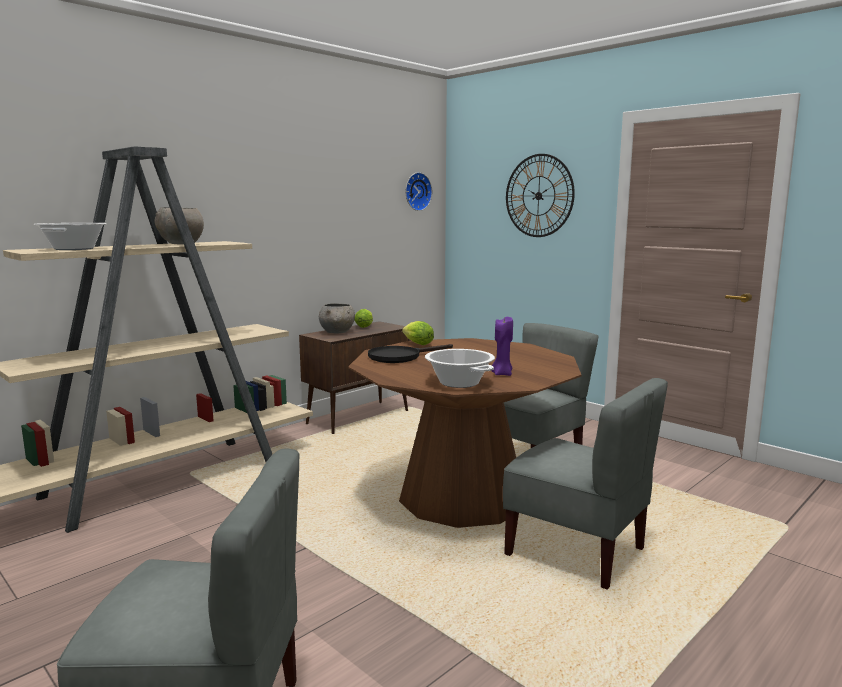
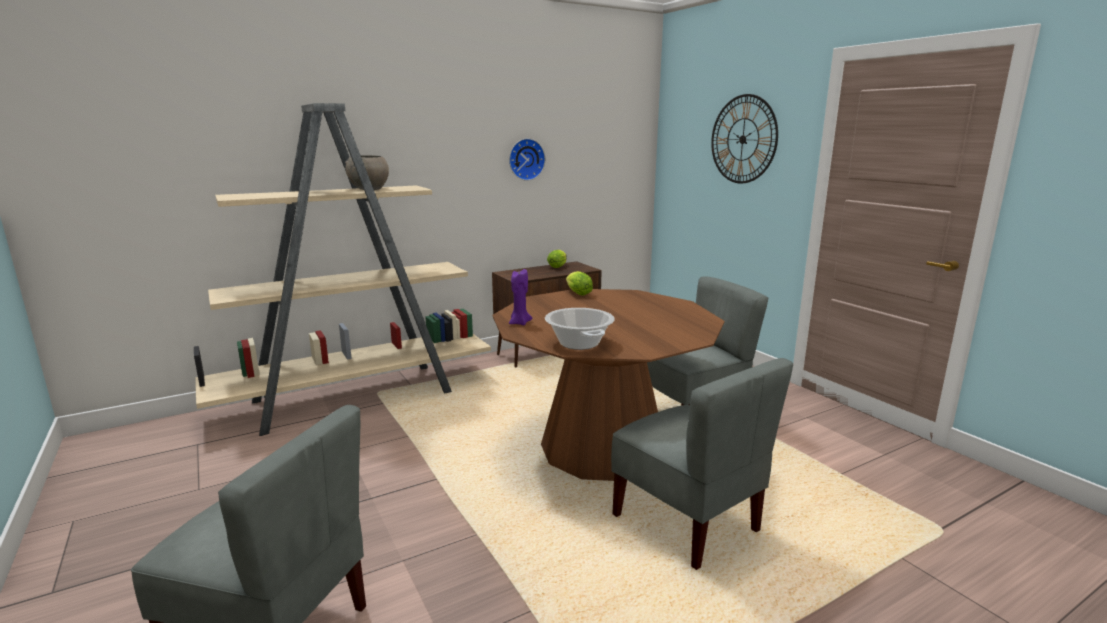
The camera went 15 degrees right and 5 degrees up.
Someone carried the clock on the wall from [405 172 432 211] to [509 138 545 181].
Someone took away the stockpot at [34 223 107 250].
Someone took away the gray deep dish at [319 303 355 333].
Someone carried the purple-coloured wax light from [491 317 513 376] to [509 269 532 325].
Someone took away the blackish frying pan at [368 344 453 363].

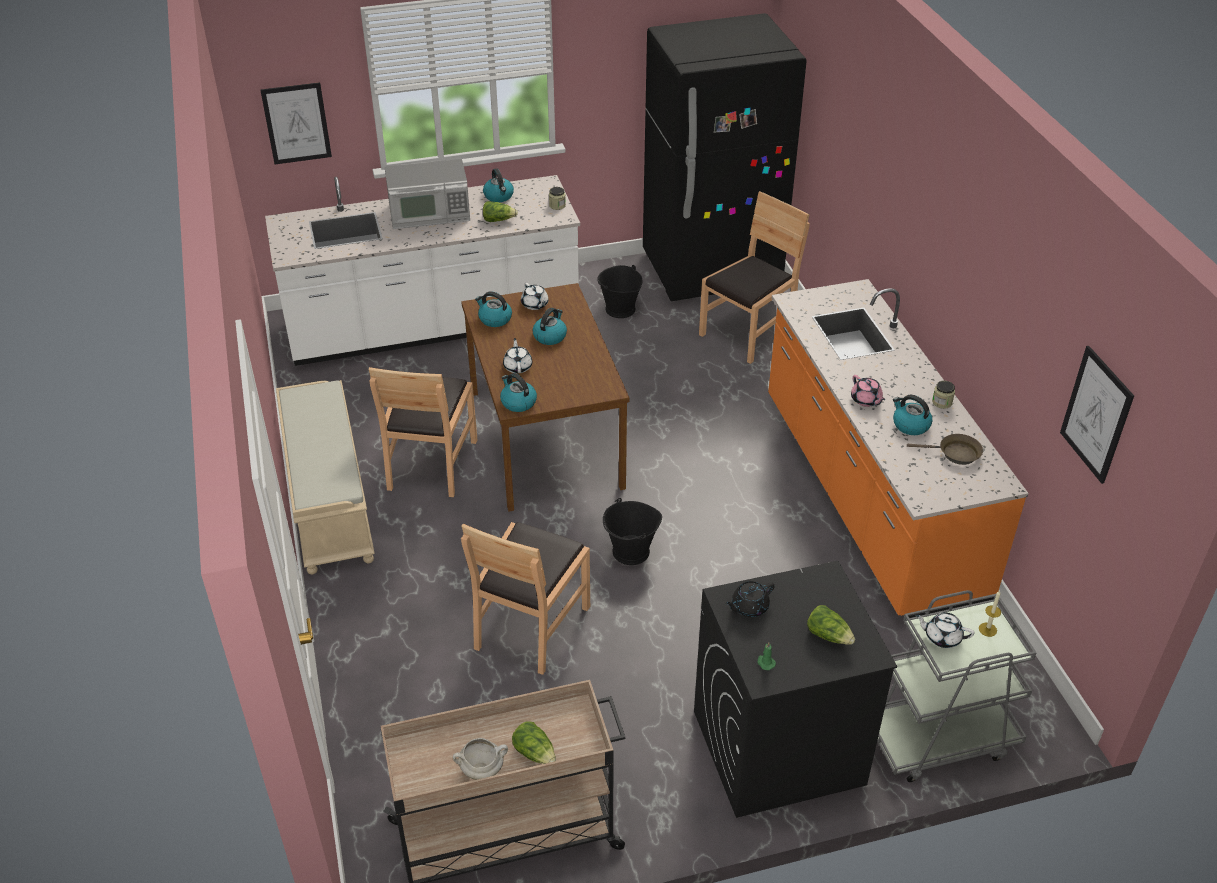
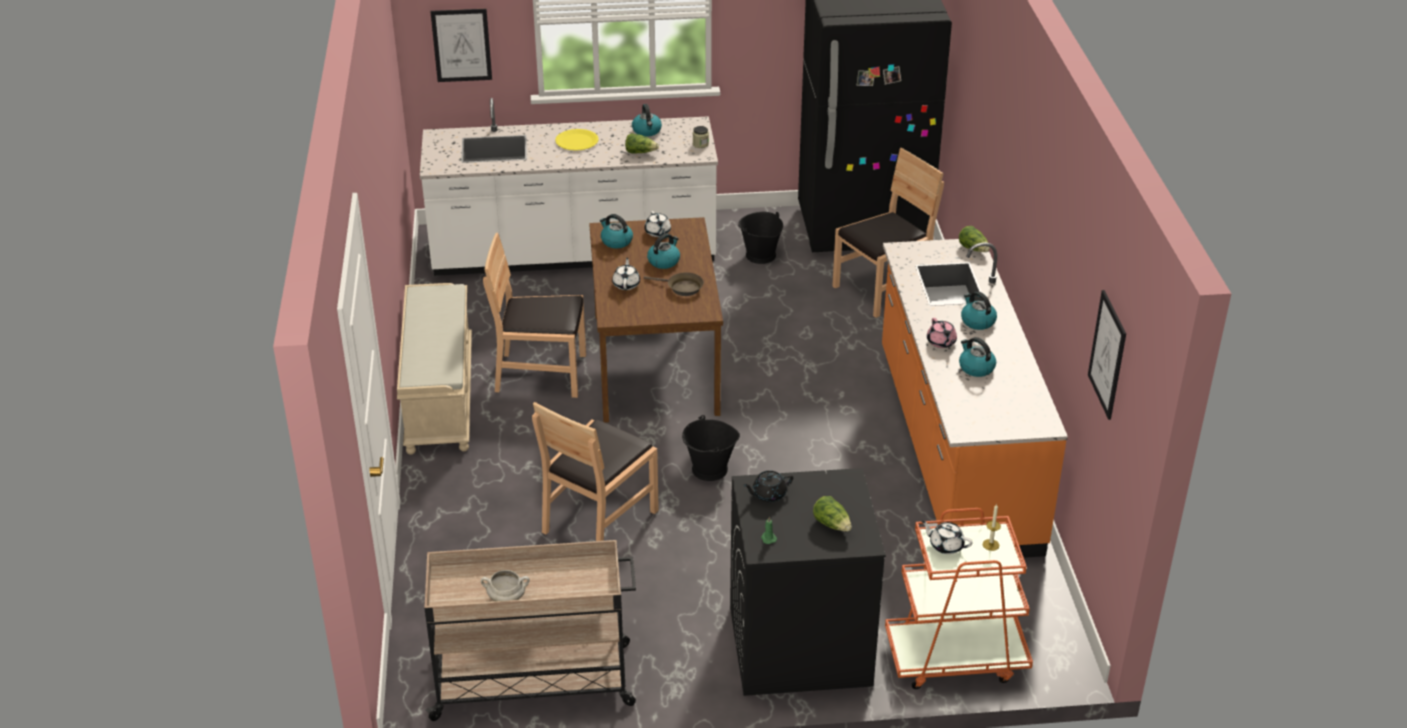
The camera went 10 degrees right and 5 degrees down.
Someone swapped the microwave at [385 159 470 229] for the yellow plate at [555 129 599 151].
Someone rotated the brown chair at [369 367 477 497] by 75 degrees clockwise.
Someone carried the water kettle from [500 373 537 412] to [961 291 997 330].
Someone took away the jar at [932 381 955 409].
Someone carried the brown frying pan from [907 434 983 465] to [644 272 704 296].
Someone repainted the gray cart at [877 590 1036 782], which became the orangey cart at [885 508 1033 689].
Someone carried the head of lettuce from [512 721 556 764] to [959 226 990 252].

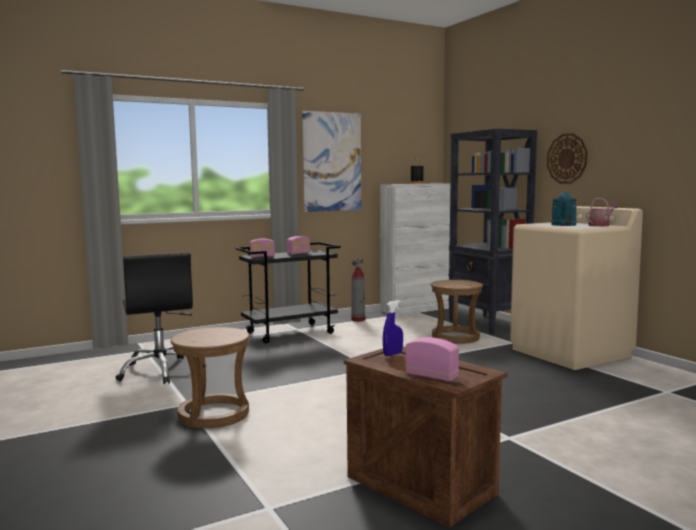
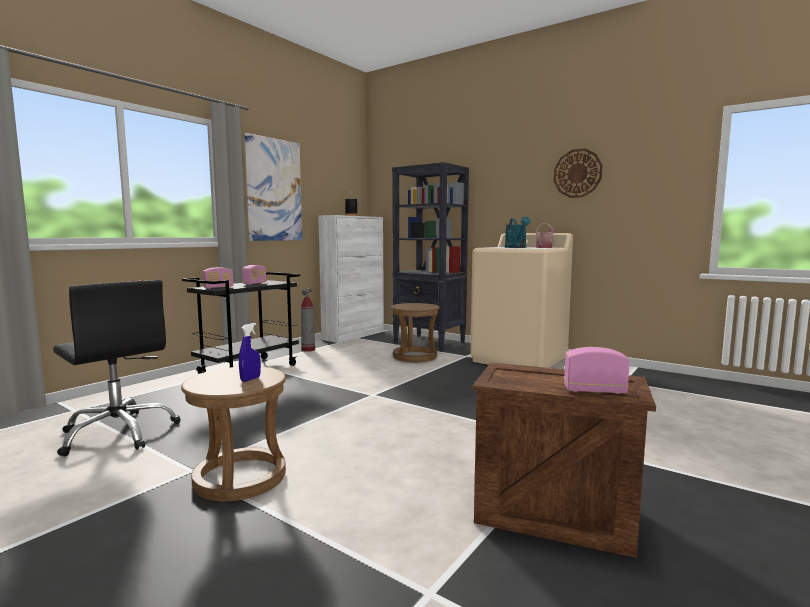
The camera went 25 degrees left and 0 degrees up.
Someone carried the clock on the wall from [547 133 588 184] to [554 148 603 198].
Someone carried the blue-coloured hand sprayer from [383 300 403 356] to [239 323 261 382].

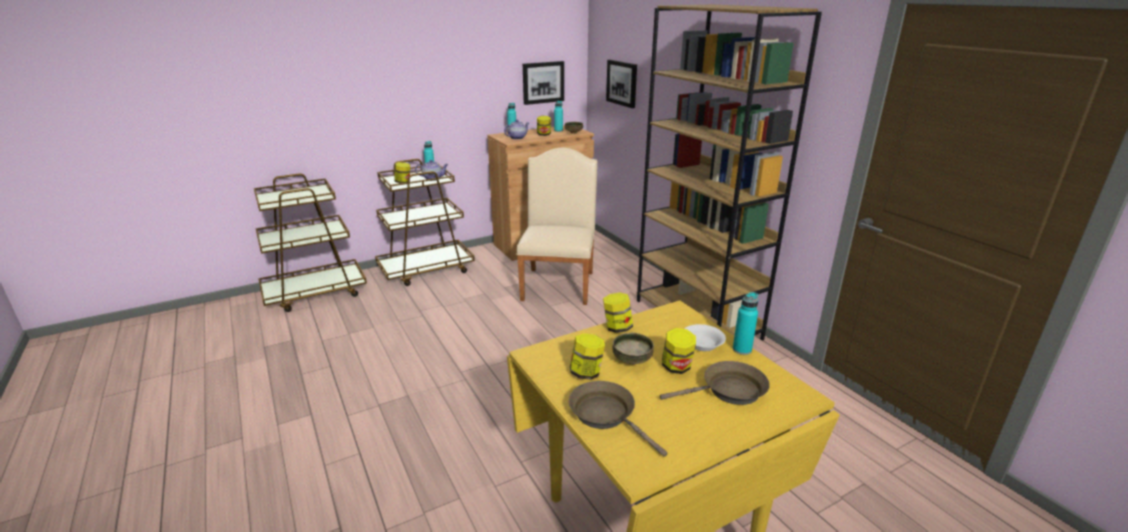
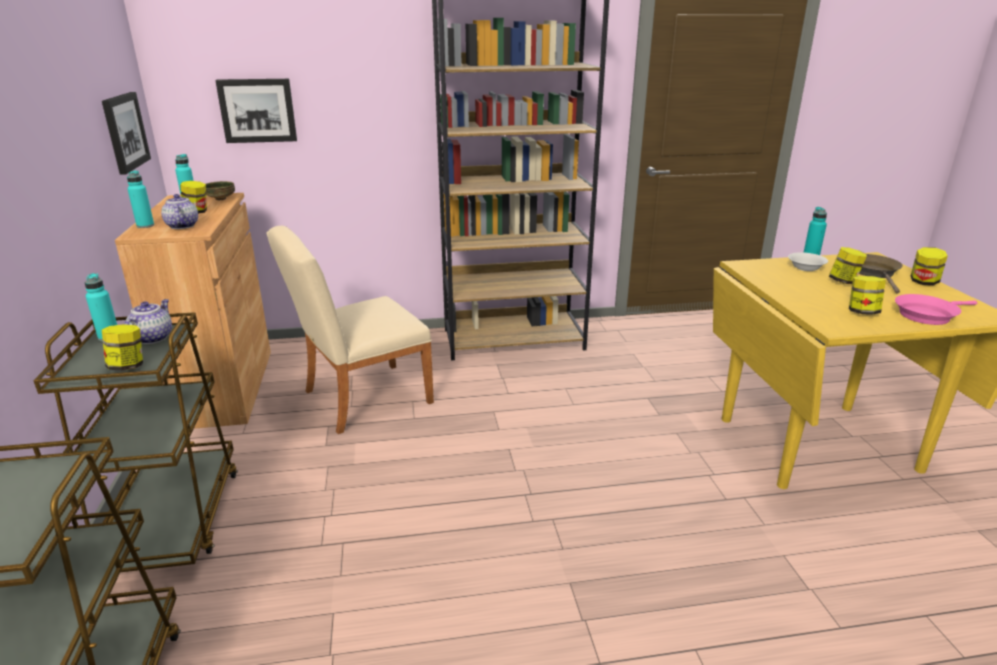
The camera went 70 degrees left and 0 degrees up.
Someone rotated the sand-coloured chair at [516 148 598 305] by 60 degrees counterclockwise.
Someone carried the jar from [603 293 633 333] to [911 247 948 285].
Someone took away the deep dish at [612 332 654 364].
Someone repainted the brown frying pan at [569 381 668 457], which became the pinkish frying pan at [895 294 977 325].

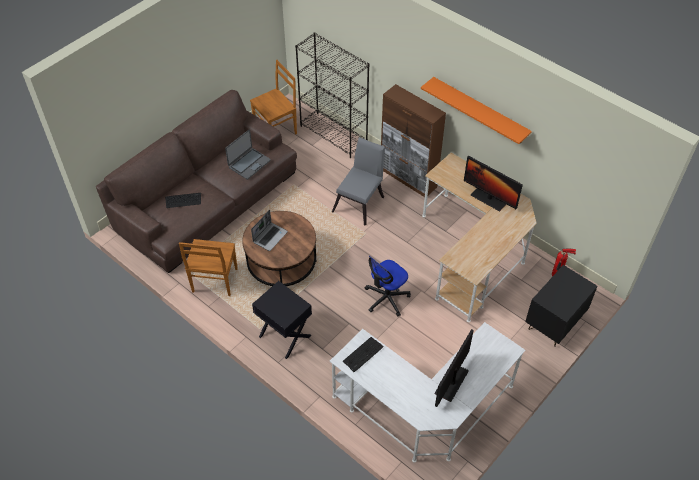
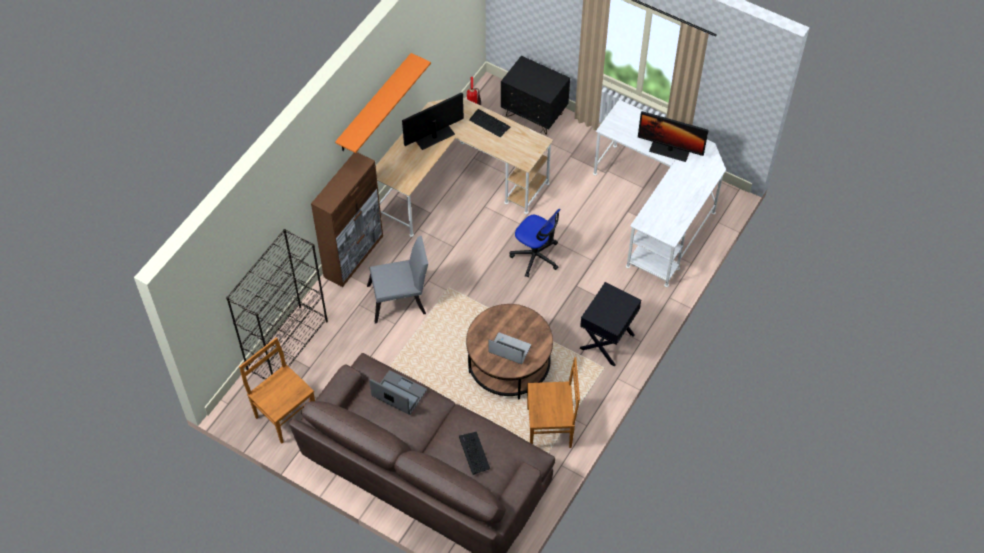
The camera went 100 degrees left and 5 degrees up.
Someone rotated the gray chair at [332 137 385 226] by 150 degrees clockwise.
Someone rotated the monitor at [464 156 523 212] by 150 degrees counterclockwise.
Someone carried the PC keyboard from [343 337 384 372] to [469 109 510 138].

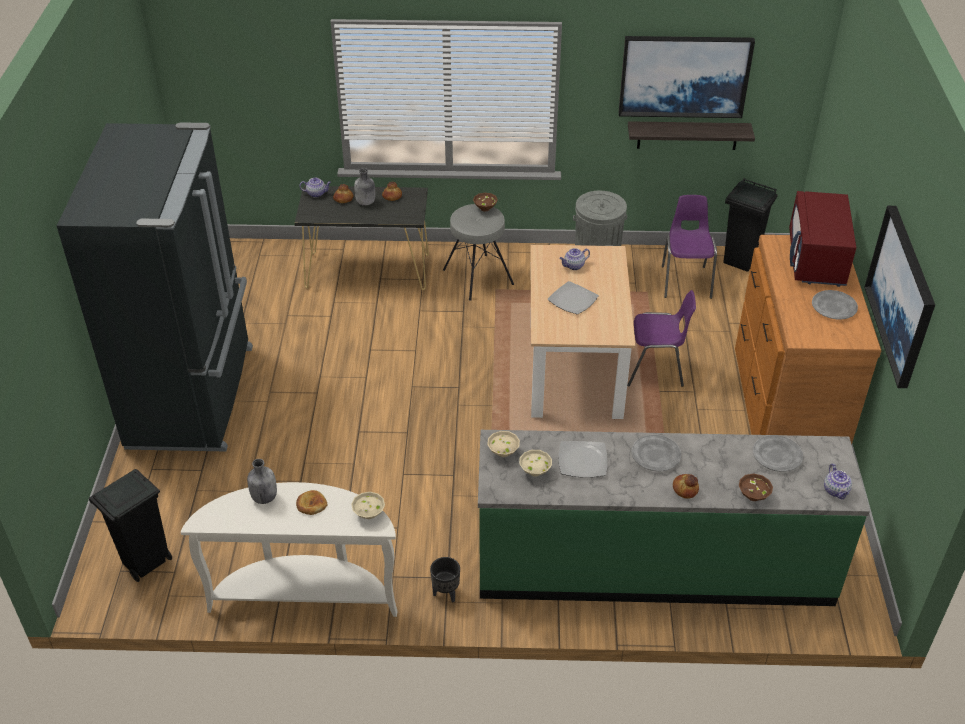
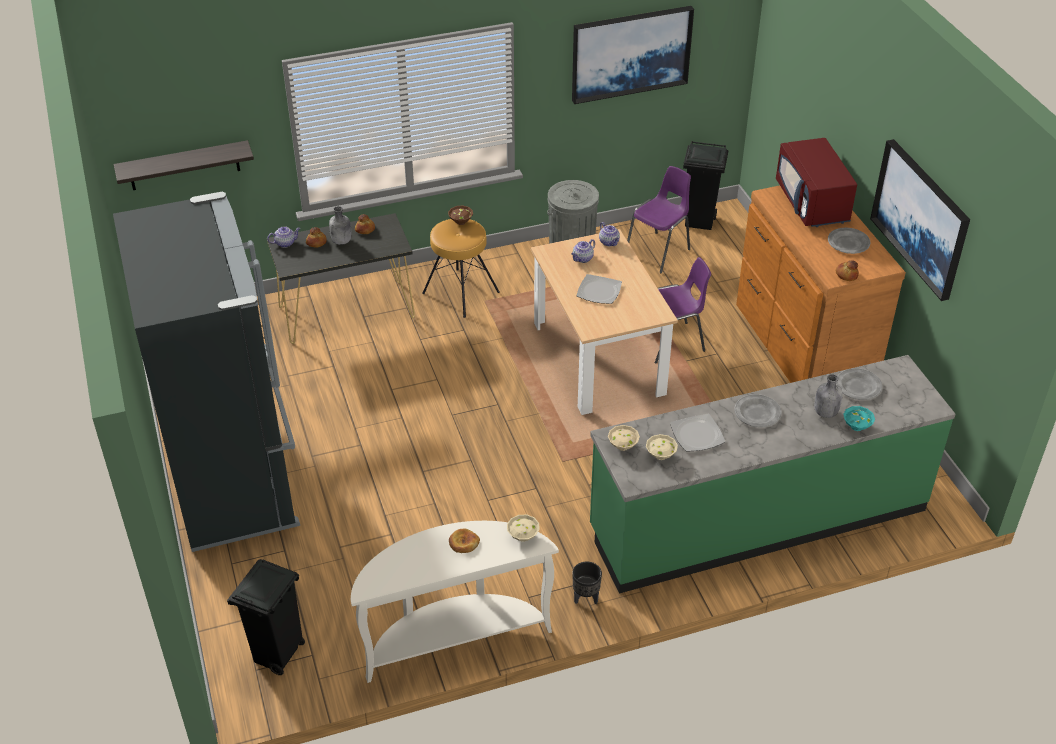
The camera went 20 degrees left and 0 degrees up.
Someone carried the wall shelf from [628 121 755 150] to [114 140 254 190].
Someone rotated the purple-coloured chair at [662 195 717 299] by 60 degrees clockwise.
Someone repainted the gray sitting stool at [443 204 514 301], which became the brown sitting stool at [422 219 500 318].
Someone carried the gray drink bottle from [247 459 277 504] to [814 374 843 418].
Someone carried the tea pot from [824 464 852 499] to [599 222 620 246].
Someone repainted the brown deep dish at [739 473 773 501], which became the turquoise-coloured deep dish at [843 406 875 431].
Someone carried the bread from [673 474 699 499] to [836 260 859 281].

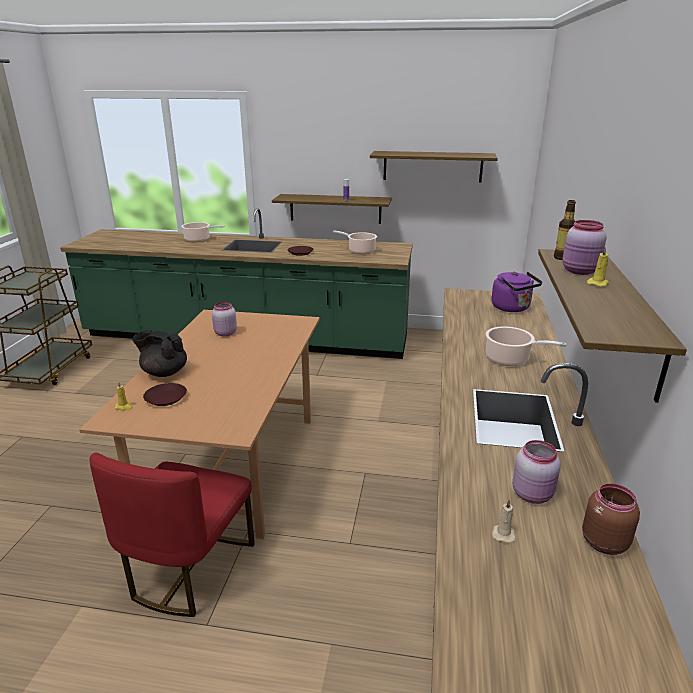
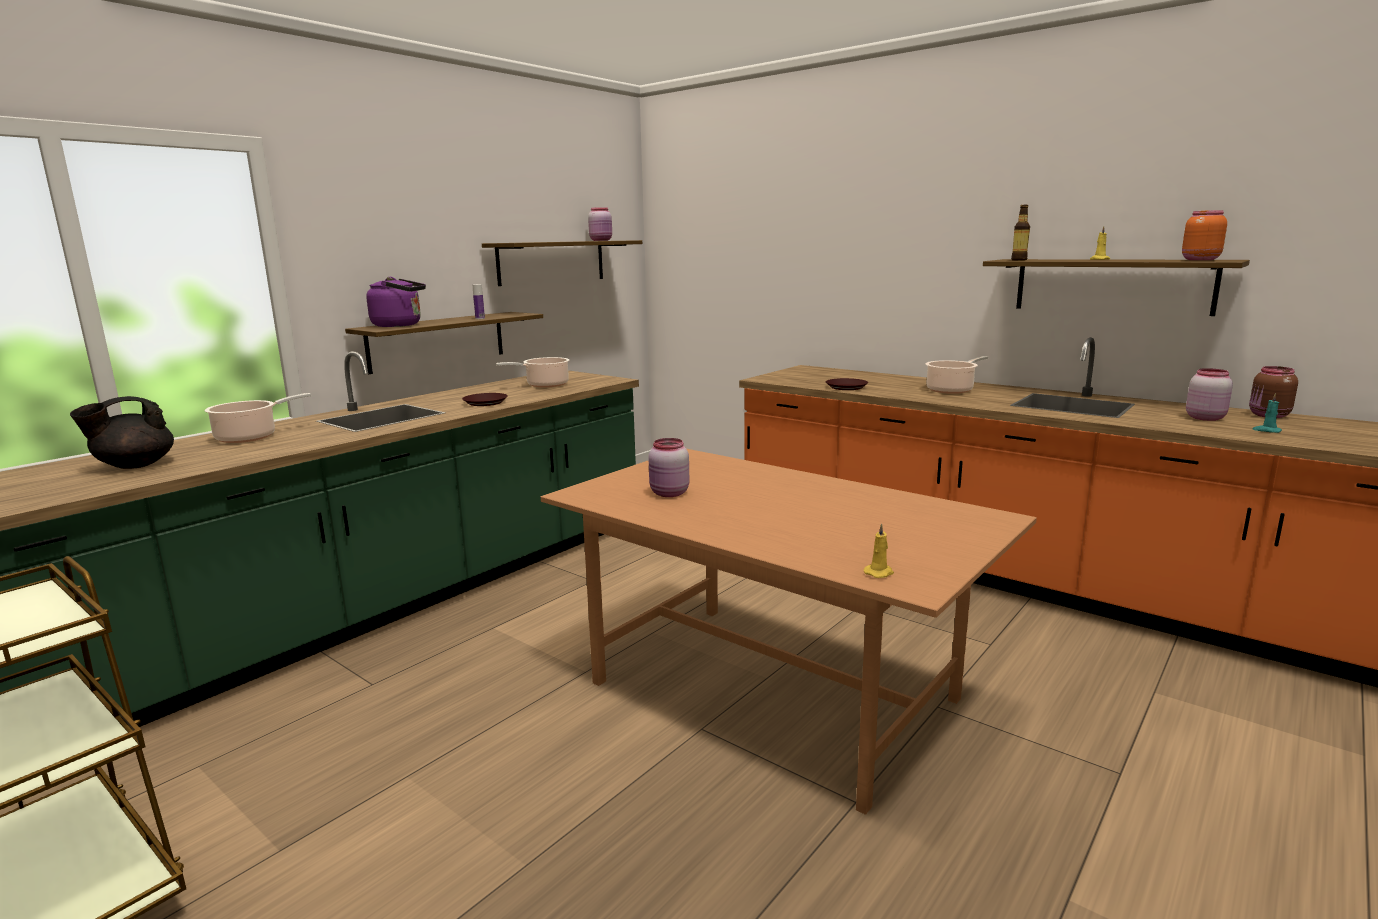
The camera went 60 degrees left and 10 degrees down.
Someone carried the pinkish jar from [562 220 606 275] to [588 207 612 241].
Someone carried the purple-coloured water kettle from [491 272 542 312] to [366 277 426 327].
Someone carried the blackish tea pot from [132 330 187 377] to [70 396 174 469].
Someone carried the brown plate from [143 383 187 406] to [826 378 868 390].
Someone took away the red-coloured chair at [90 452 255 617].
Someone repainted the sand-coloured wax light at [492 500 516 543], which became the turquoise-coloured wax light at [1253 393 1282 433].
Someone put down the orangey jar at [1182 210 1227 260].

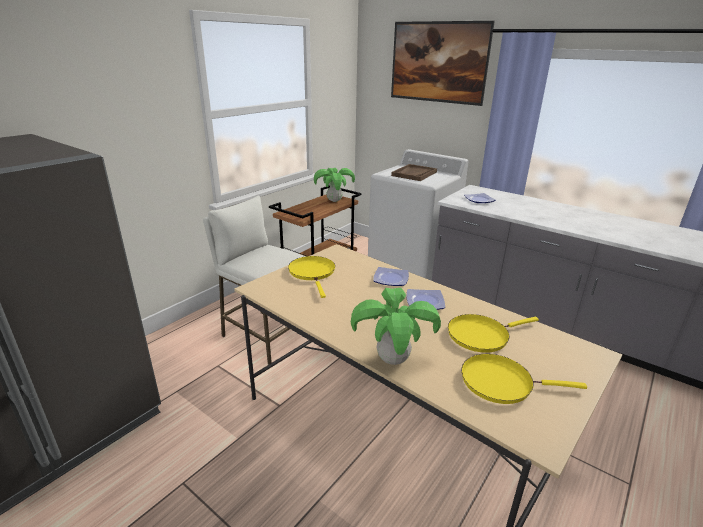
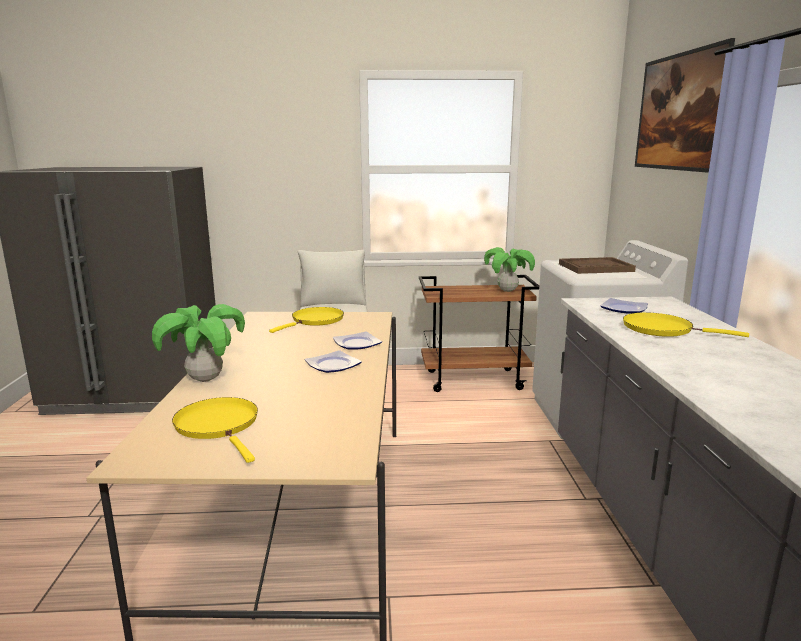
The camera went 50 degrees right and 10 degrees down.
Someone carried the yellow frying pan from [448 314 539 353] to [623 312 749 337].

